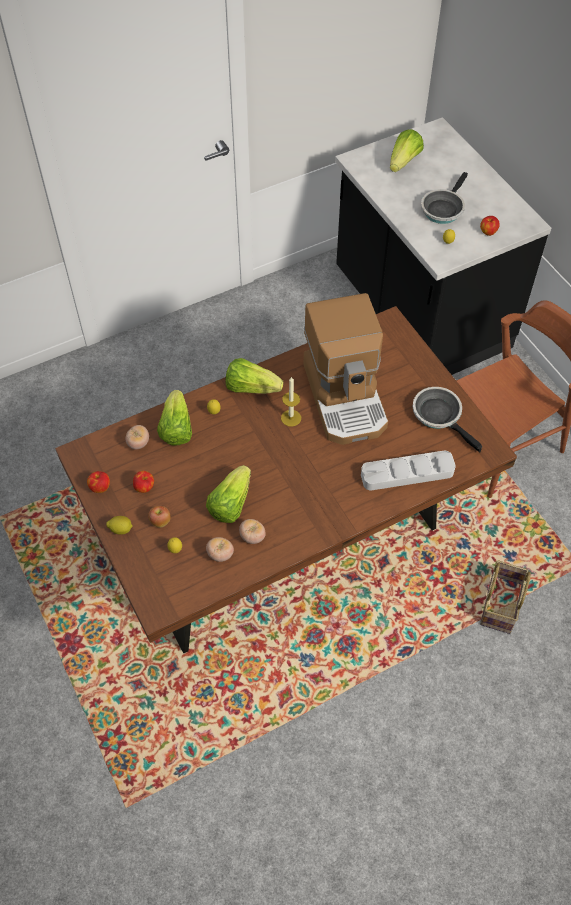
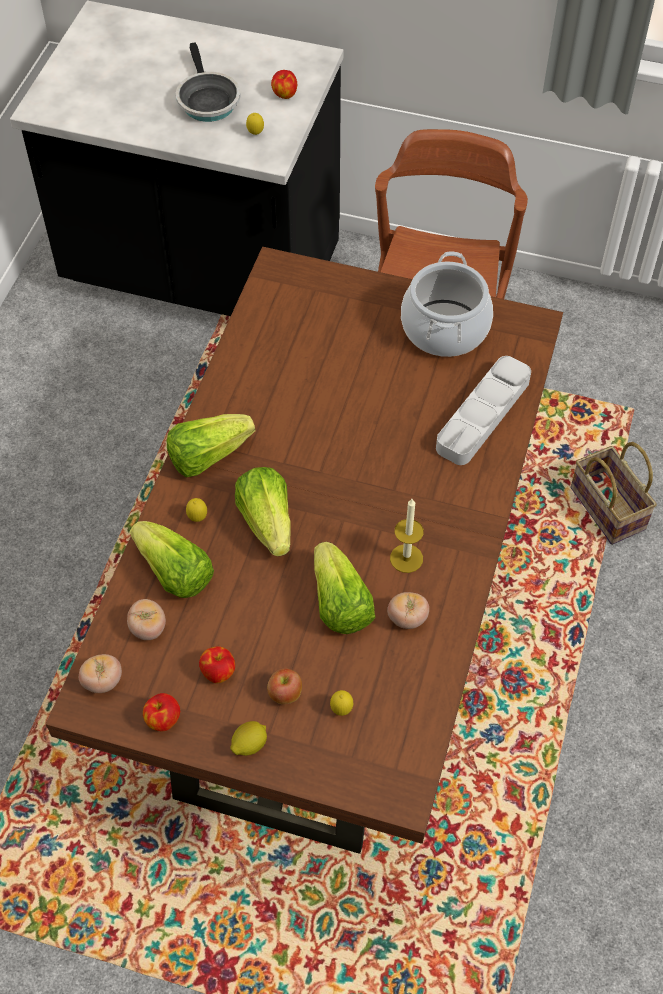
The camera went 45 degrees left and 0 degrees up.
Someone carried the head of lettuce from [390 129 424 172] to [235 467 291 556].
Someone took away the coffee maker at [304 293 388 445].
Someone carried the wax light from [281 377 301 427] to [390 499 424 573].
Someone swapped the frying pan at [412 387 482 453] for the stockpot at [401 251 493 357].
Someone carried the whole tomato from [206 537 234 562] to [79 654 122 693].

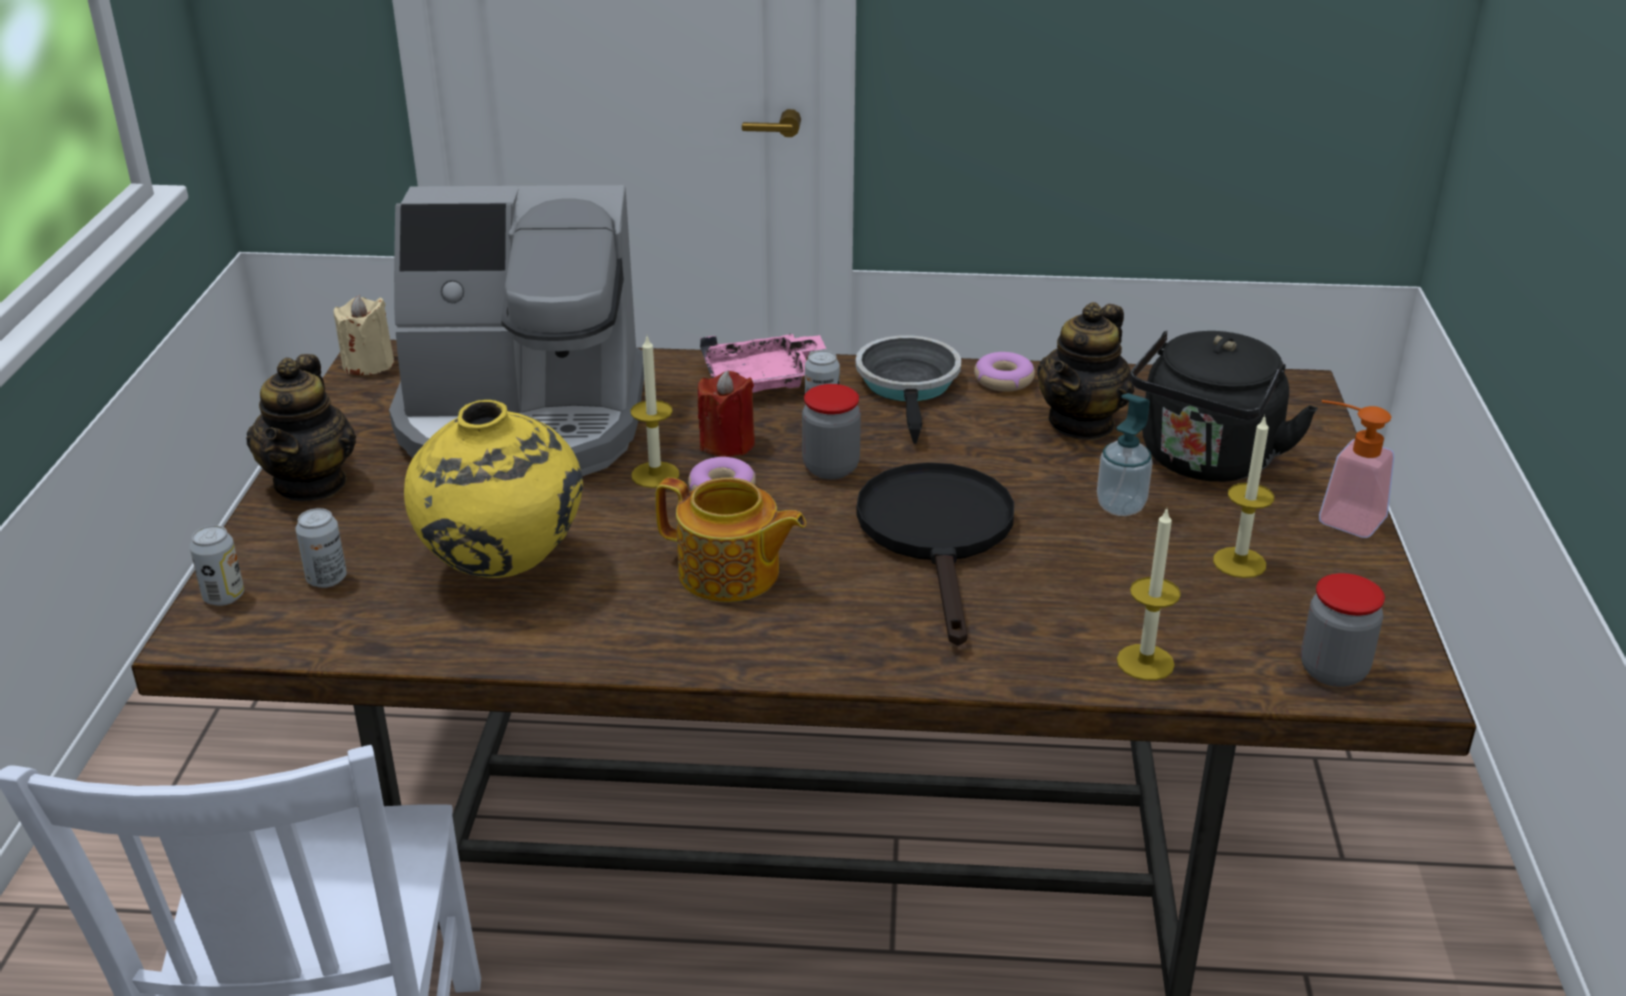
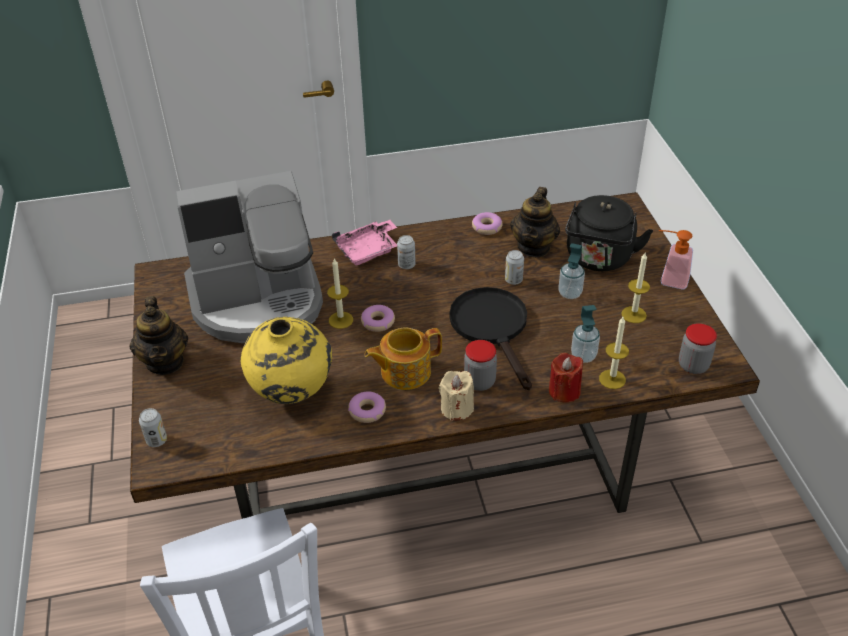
The camera went 15 degrees left and 10 degrees up.
Someone carried the sand-coloured wax light from [334 295 394 375] to [439 371 474 421].
Someone took away the frying pan at [856 335 961 444].
Someone carried the red-coloured wax light from [698 371 755 457] to [549 353 583 403].
Someone carried the jar from [802 384 861 479] to [464 340 497 391].
Someone rotated the tea pot at [655 478 806 602] by 150 degrees clockwise.
Someone carried the metal can from [295 508 347 588] to [505 250 524 285].
Someone put down the soap bottle at [571 305 600 363].
Someone put down the ring doughnut at [348 391 386 423].

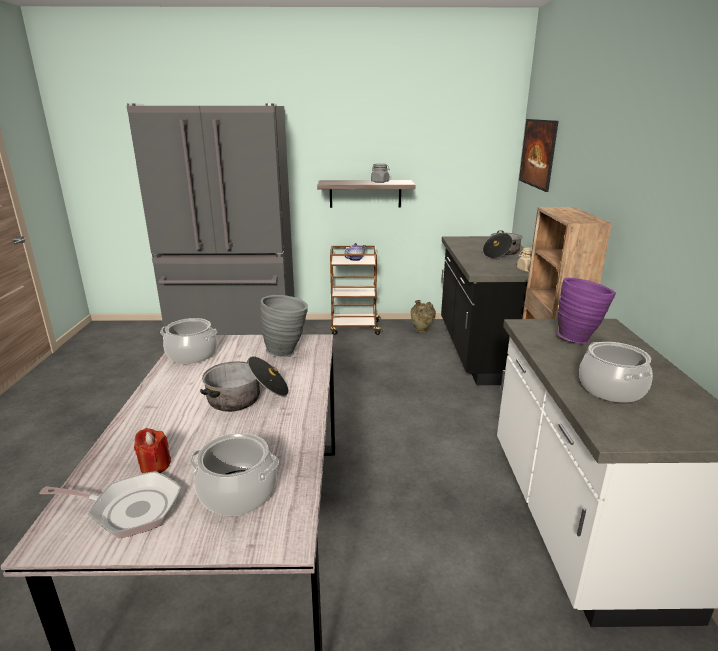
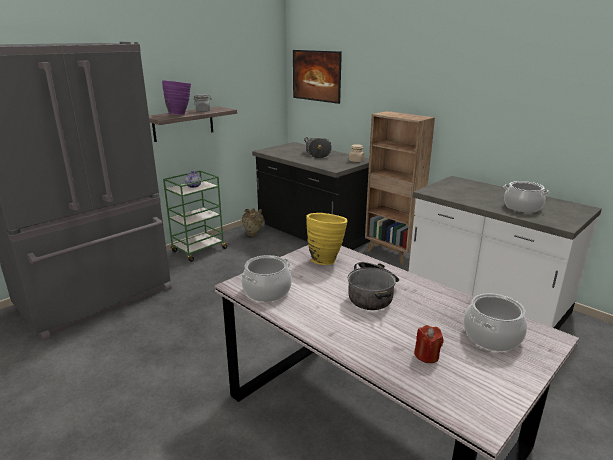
The camera went 45 degrees left and 0 degrees up.
Someone repainted the brown cart at [330 246 383 335], which became the green cart at [163 170 229 262].
Someone carried the purple-coloured decorative vase from [557 278 616 343] to [162 80 191 115].
Someone repainted the gray decorative vase at [260 295 308 357], which became the yellow decorative vase at [306 213 348 265].
Someone took away the frying pan at [39 471 181 539].

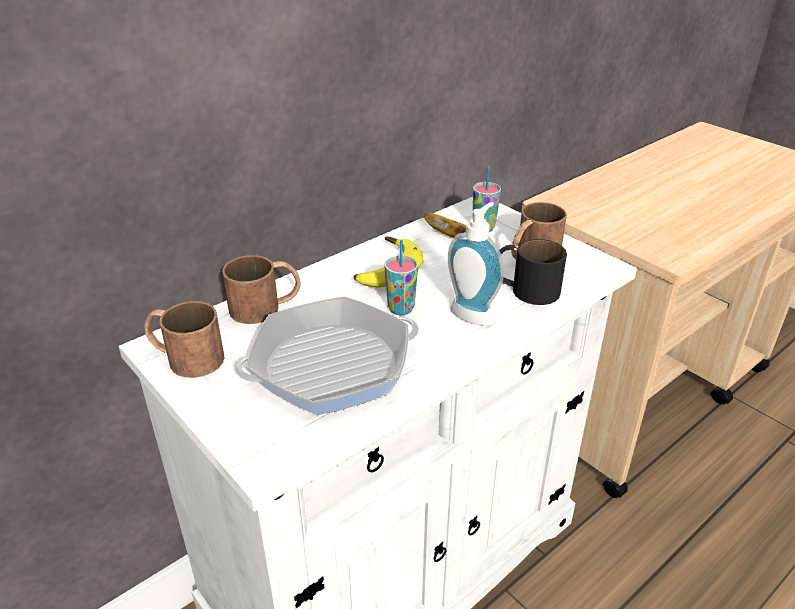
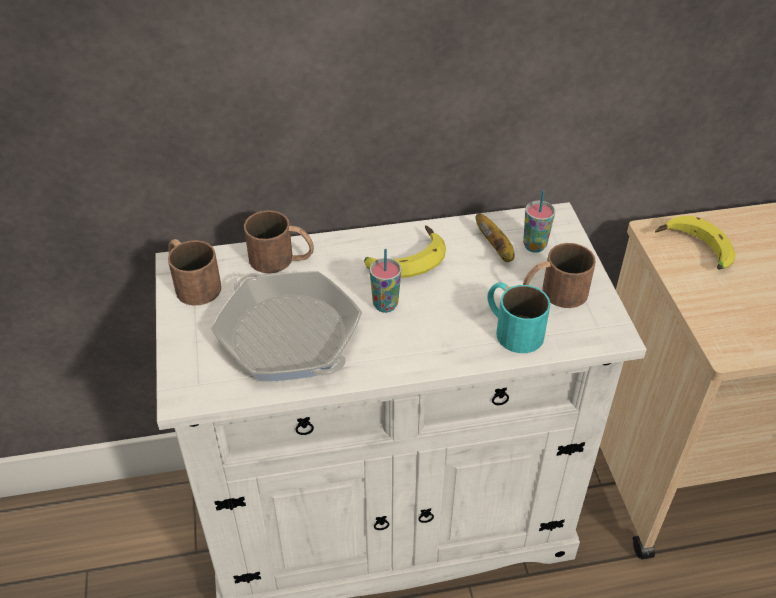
The camera went 30 degrees right and 10 degrees up.
Someone took away the soap bottle at [448 202 504 326].
Someone repainted the blackish coffee mug at [499 239 567 305], which became the turquoise-coloured coffee mug at [487 282 551 353].
Someone rotated the frying pan at [235 296 419 415] by 135 degrees counterclockwise.
Someone put down the banana fruit at [655 216 736 270].

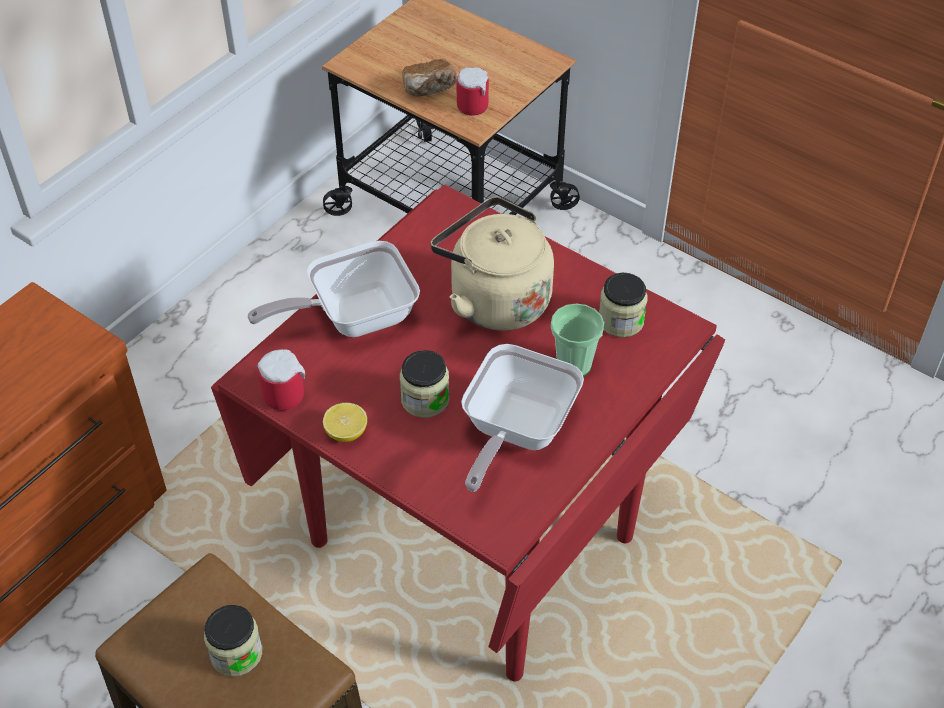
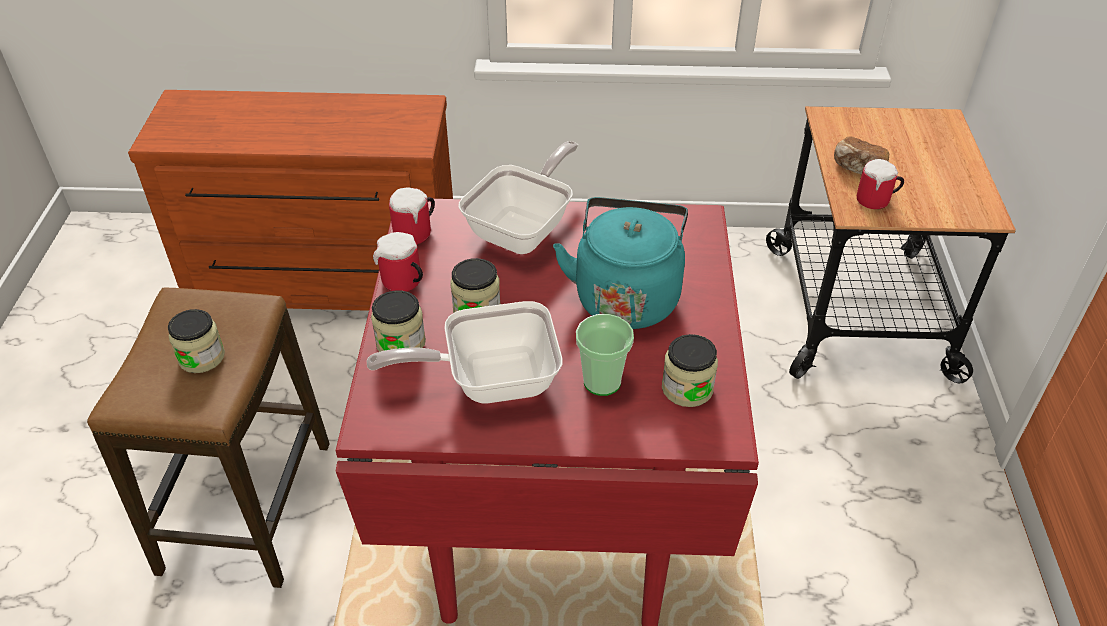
The camera went 55 degrees right and 5 degrees down.
Someone repainted the sand-coloured water kettle at [431 197 554 331], which became the turquoise-coloured water kettle at [553 197 688 329].
Someone rotated the frying pan at [248 241 420 337] by 90 degrees clockwise.
Someone swapped the citrus fruit at [323 403 367 442] for the coffee mug at [373 232 423 291].
Someone put down the jar at [371 290 426 352].

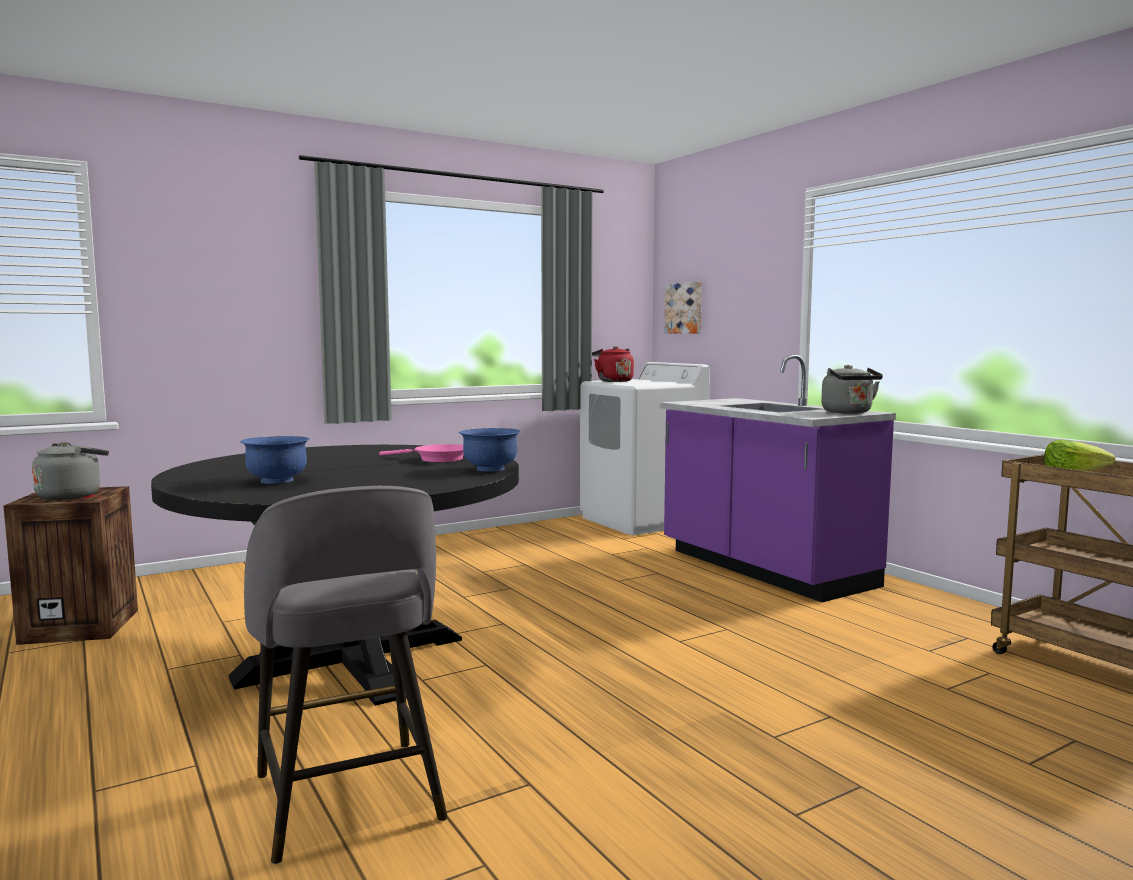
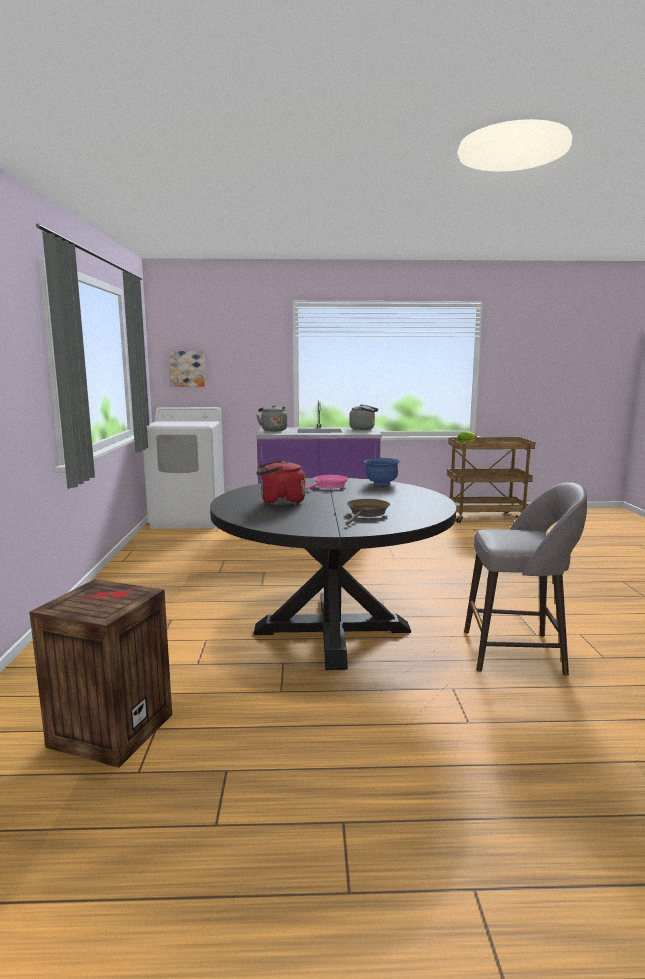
The camera went 60 degrees left and 5 degrees up.
Someone carried the red-coloured water kettle from [592 346 634 382] to [256 459 305 506].
Someone swapped the blue-coloured deep dish at [240 436 310 484] for the brown frying pan at [346 499 390 525].
Someone carried the gray water kettle from [32 442 109 500] to [256 405 287 432].

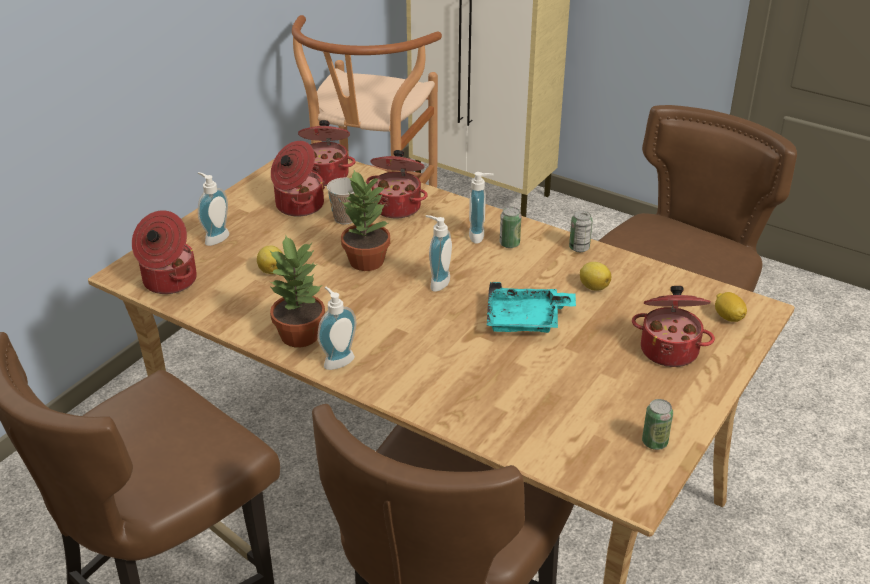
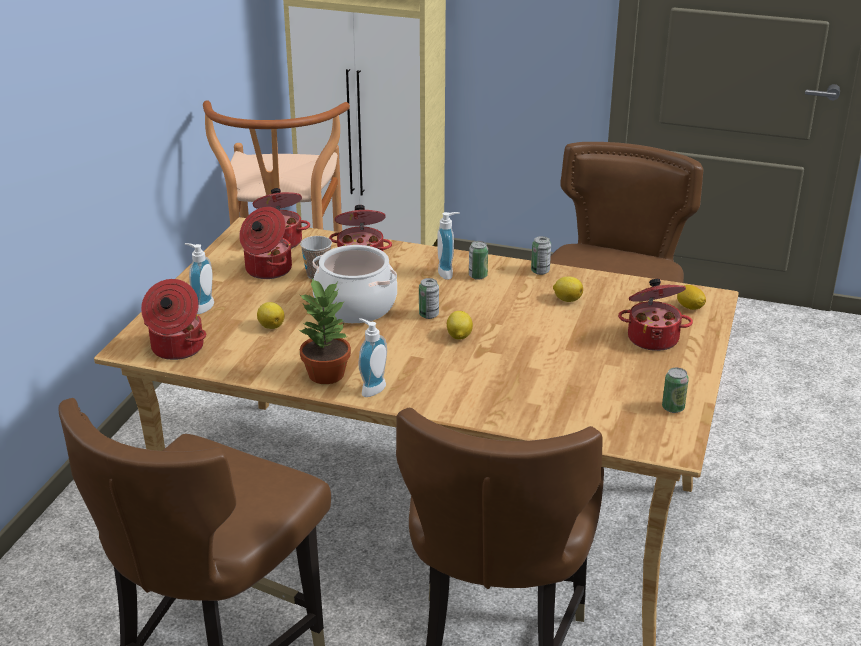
The camera went 15 degrees left and 5 degrees down.
Someone swapped the houseplant at [341 170 390 271] for the stockpot at [313 245 397 323].
Someone swapped the soap bottle at [426 215 452 292] for the metal can at [419 278 439 319].
Someone took away the turquoise-coloured serving tray at [487 282 576 333].
Someone put down the citrus fruit at [447 311 473 340].

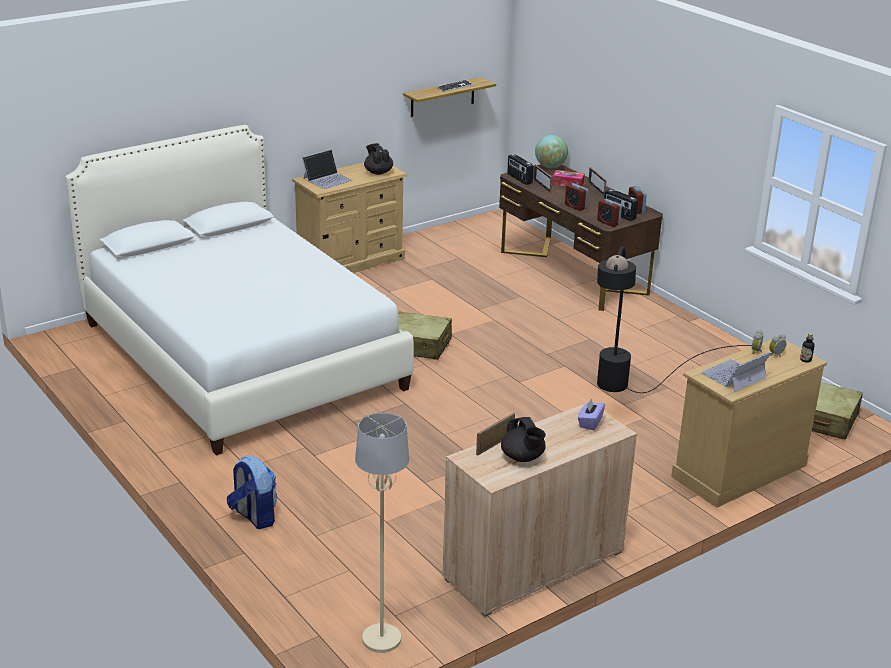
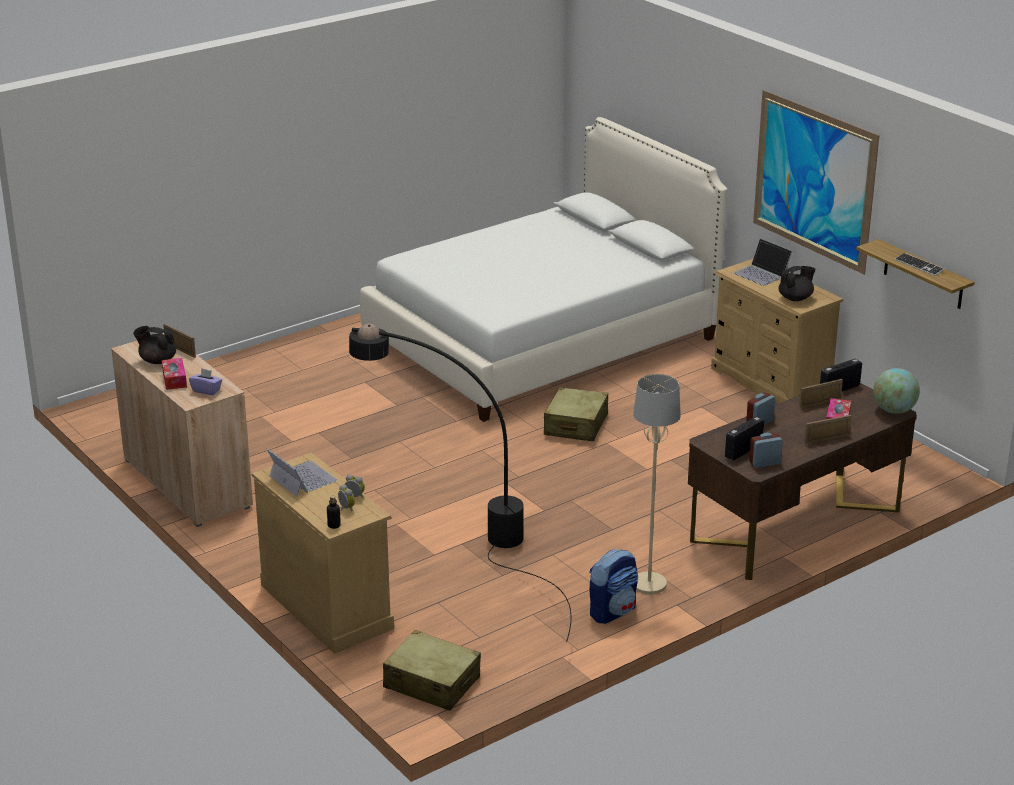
The camera went 90 degrees right and 0 degrees up.
Someone took away the alarm clock at [597 199 622 227].
Someone carried the sand-coloured standing lamp from [355 412 409 653] to [633 374 681 594].
Someone rotated the blackish tea pot at [501 417 546 462] by 45 degrees clockwise.
Someone carried the backpack from [227 456 277 529] to [589 549 638 624].
Someone put up the wall picture at [753 90 879 275].
Someone put down the tissue holder at [162 358 187 390].

